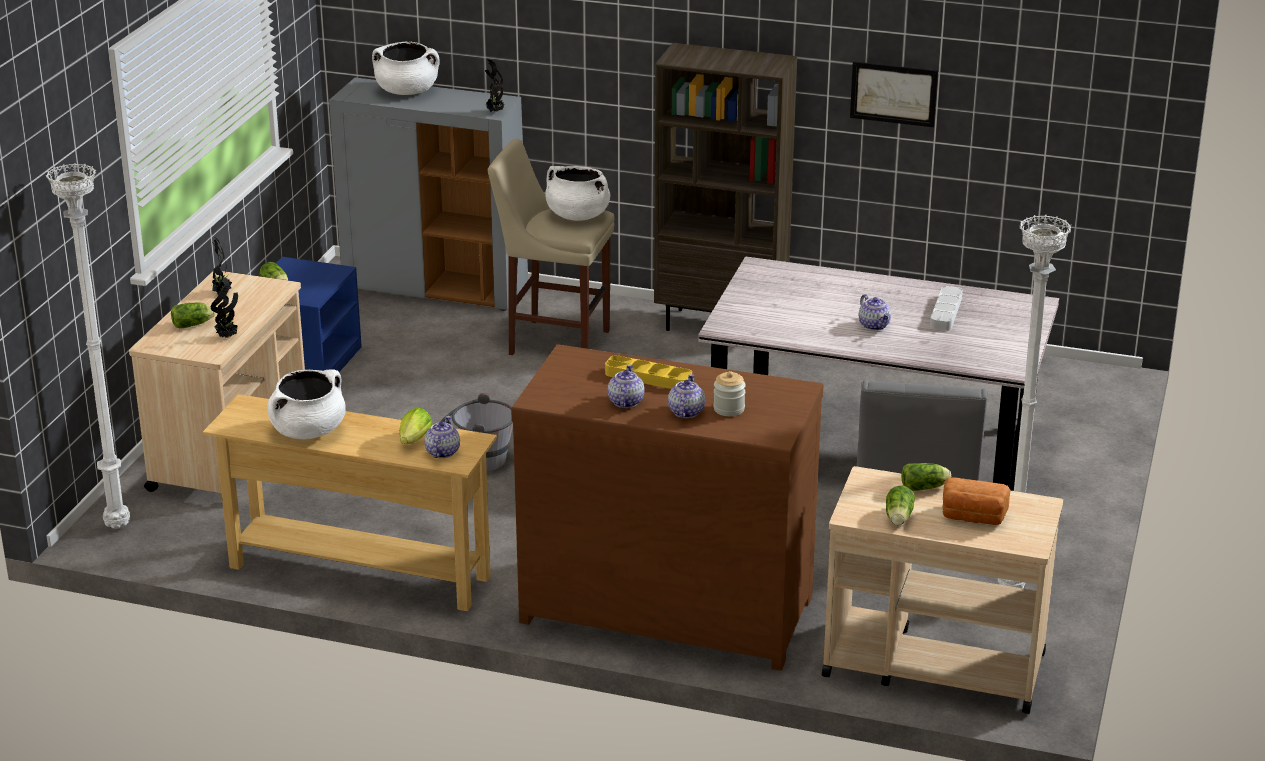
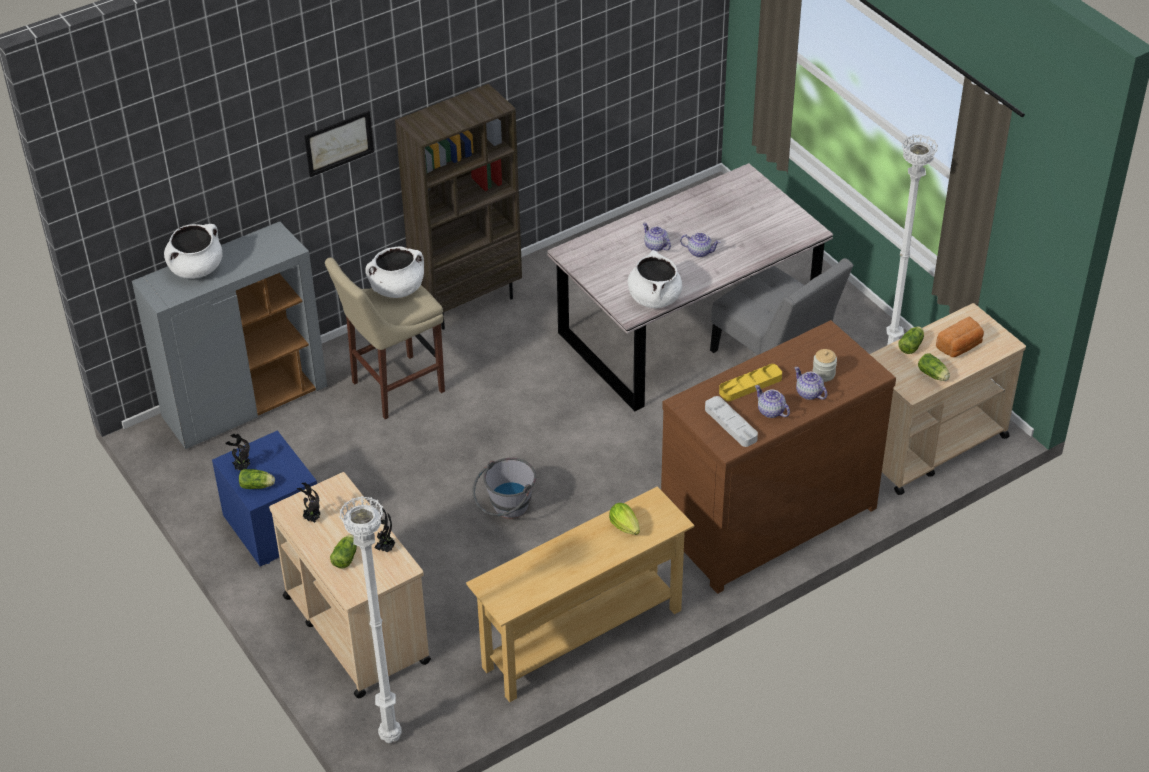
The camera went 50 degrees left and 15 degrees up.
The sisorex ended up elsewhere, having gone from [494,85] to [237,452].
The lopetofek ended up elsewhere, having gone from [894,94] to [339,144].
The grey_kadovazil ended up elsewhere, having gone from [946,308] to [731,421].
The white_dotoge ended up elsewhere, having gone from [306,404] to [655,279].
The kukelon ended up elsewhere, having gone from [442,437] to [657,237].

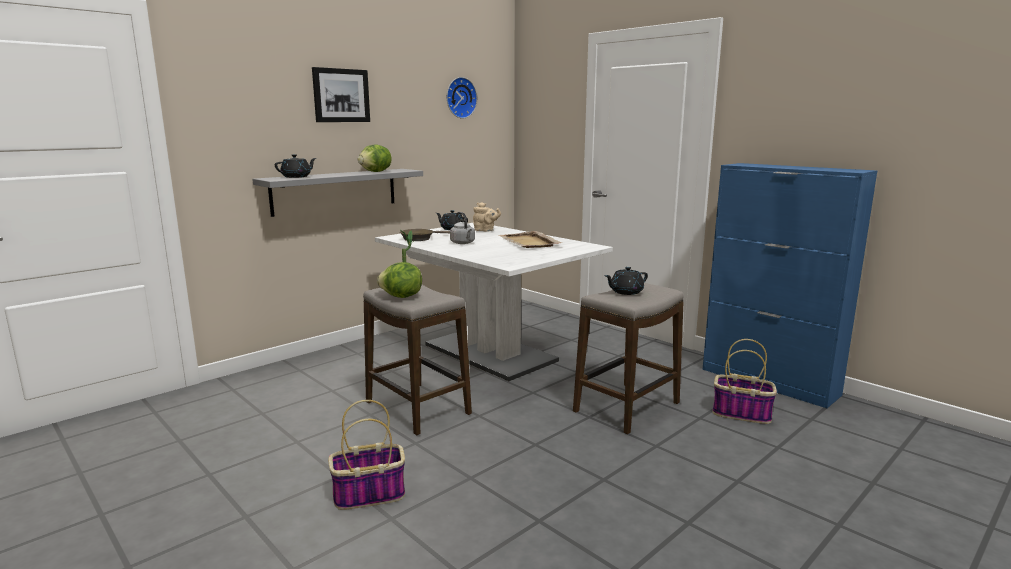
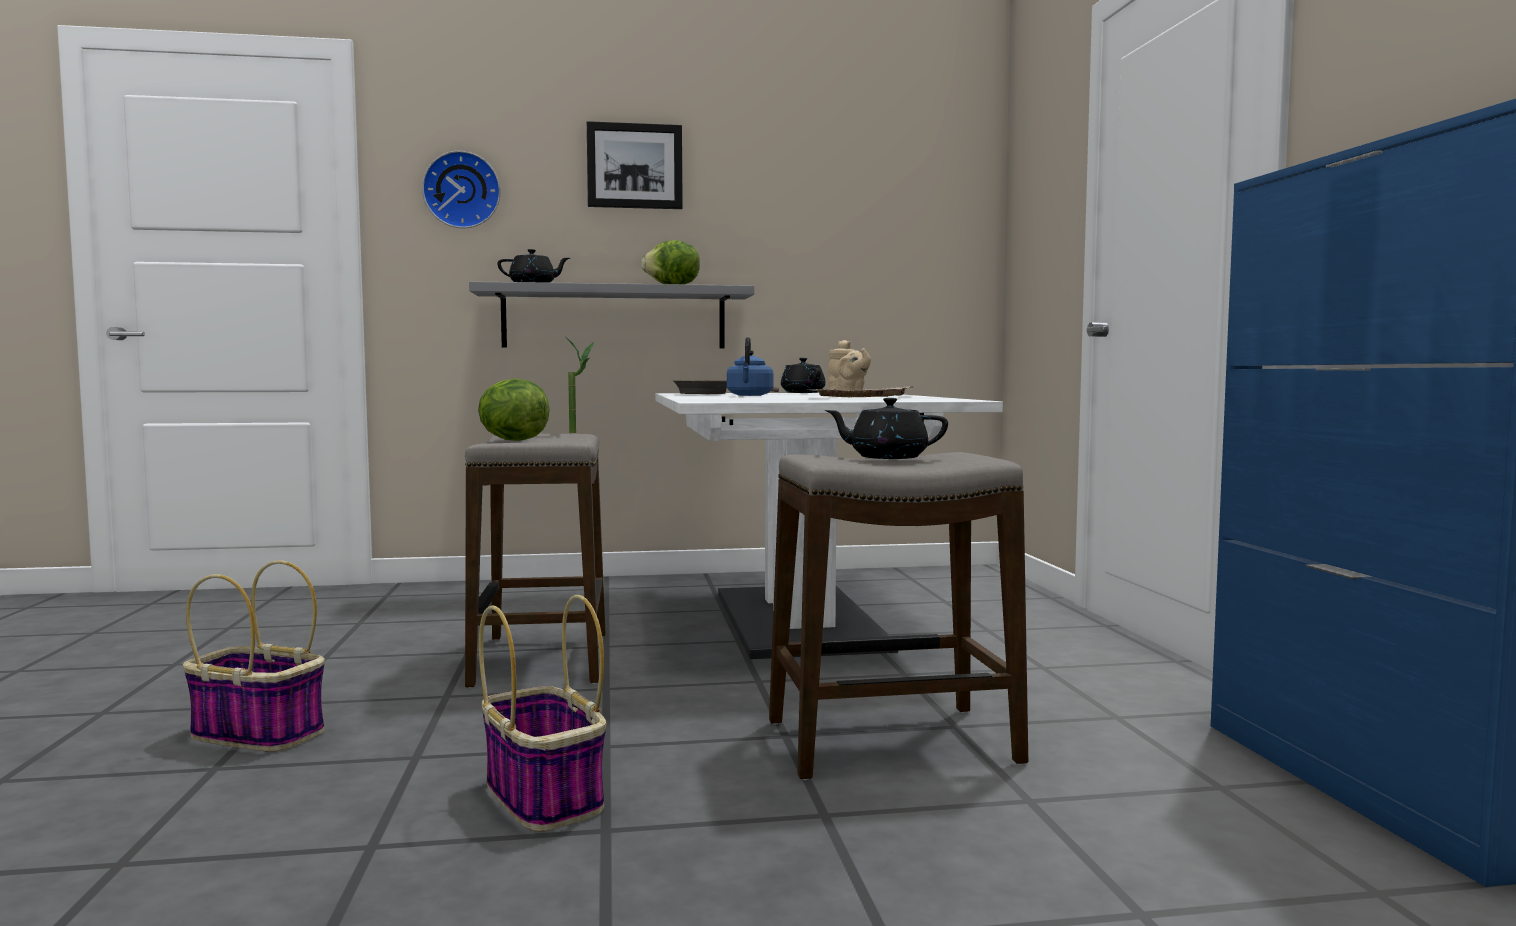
The camera went 35 degrees right and 10 degrees down.
The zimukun ended up elsewhere, having gone from [462,98] to [461,189].
What was the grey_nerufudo at [462,228] turned into the blue_nerufudo at [750,366].
The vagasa ended up elsewhere, having gone from [745,381] to [542,713].

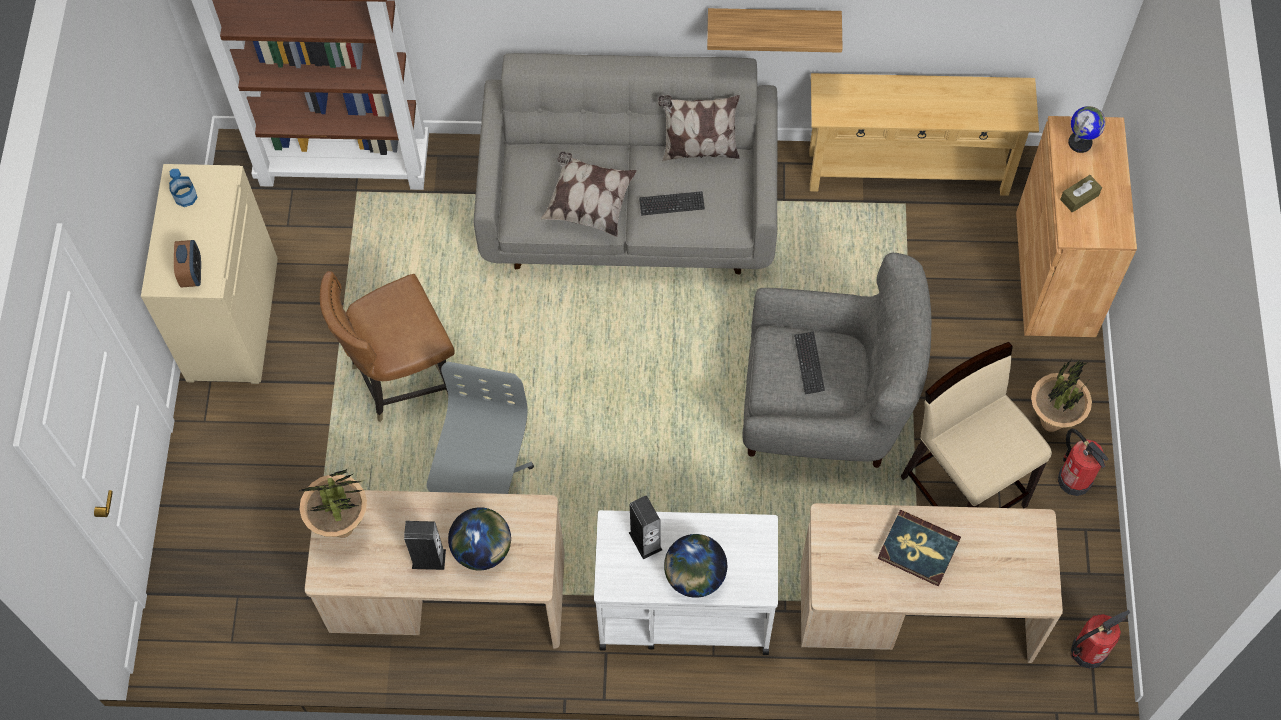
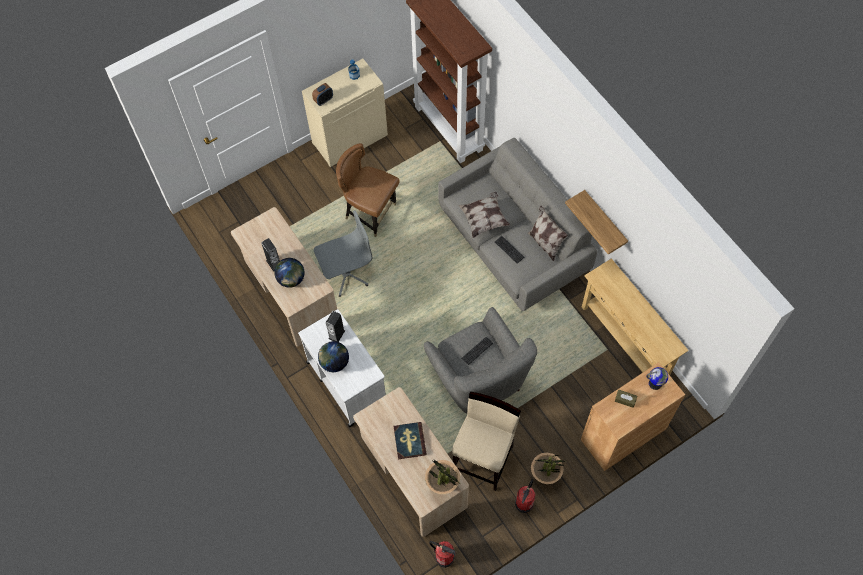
The camera went 55 degrees right and 0 degrees up.
The sisorex ended up elsewhere, having gone from [333,503] to [442,477].

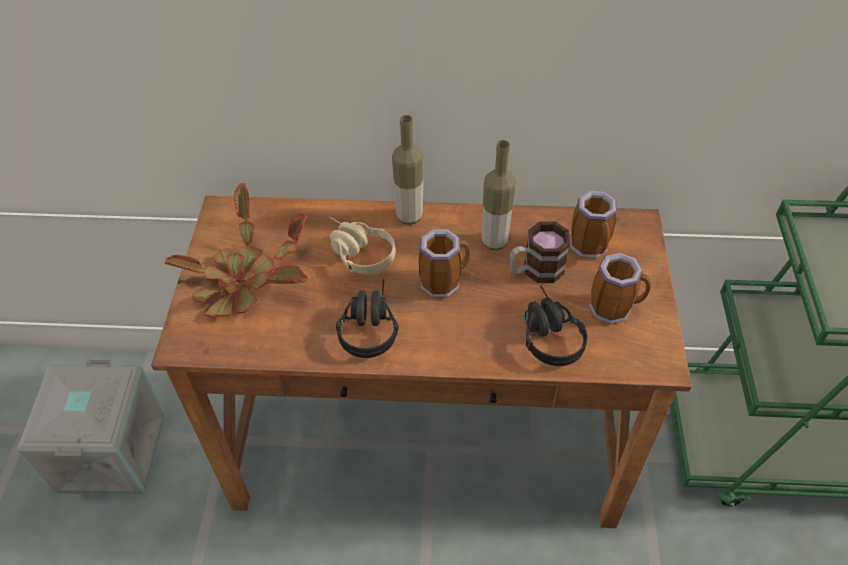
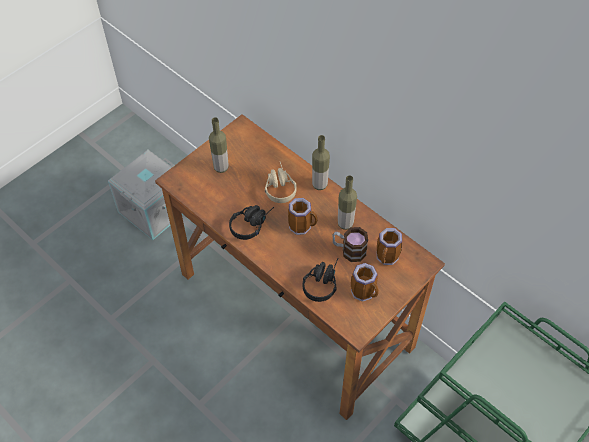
The camera went 40 degrees right and 5 degrees up.
Where the sisorex stood at [236,250], the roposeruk came to stand at [219,145].

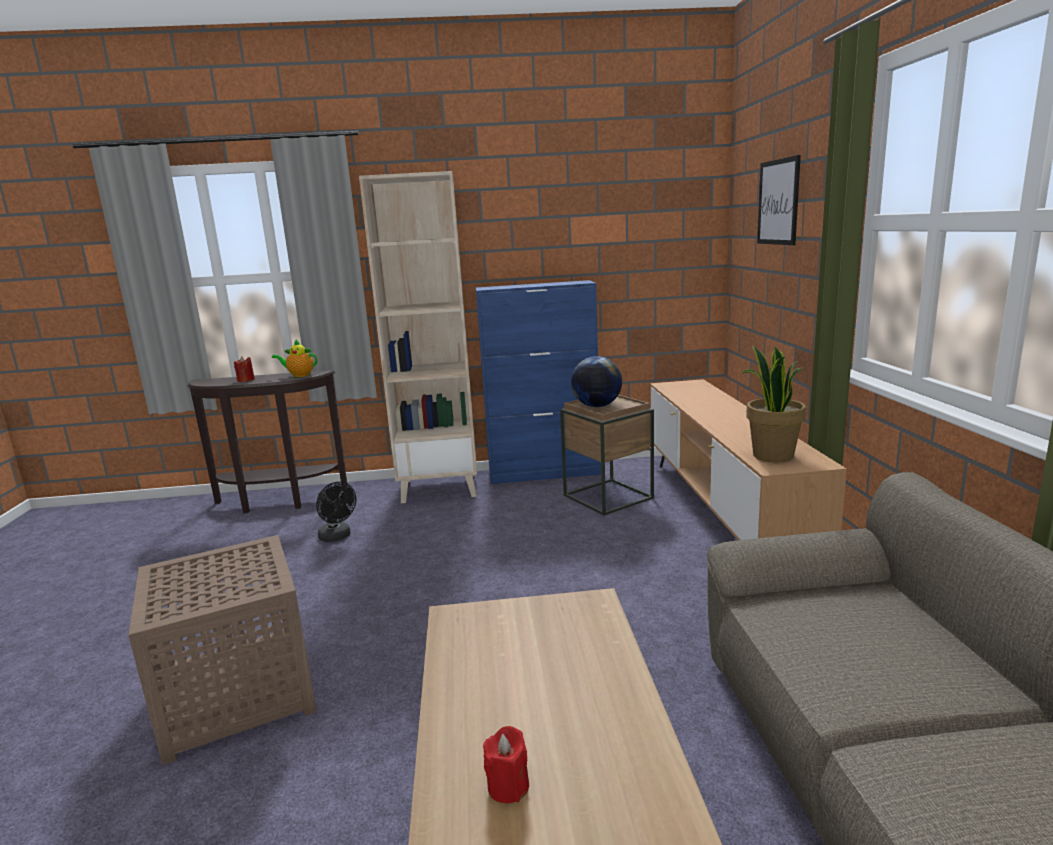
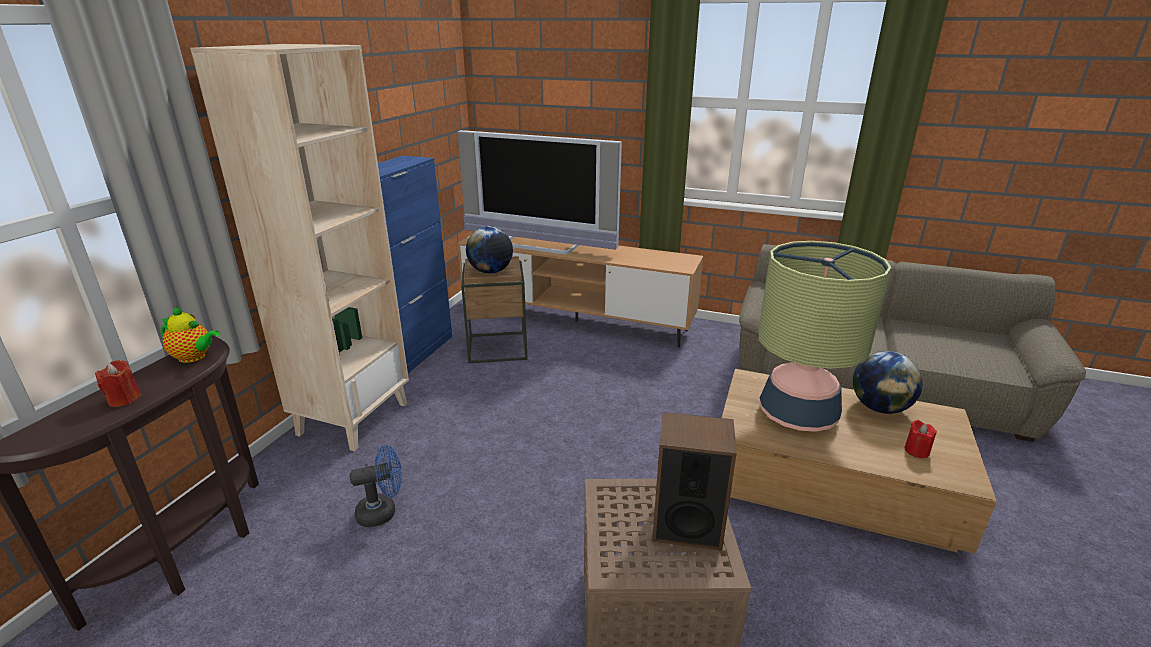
The camera went 65 degrees left and 10 degrees up.
The second view lost the lopetofek at [779,200].
The kukelon at [294,358] ended up facing another way, 105 degrees counterclockwise from before.
The second view lost the sisorex at [774,403].
What was the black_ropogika at [336,512] turned into the blue_ropogika at [376,486].
The second view gained the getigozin at [539,192].
The second view gained the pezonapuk at [824,336].
The second view gained the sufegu at [888,382].
The second view gained the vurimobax at [694,481].

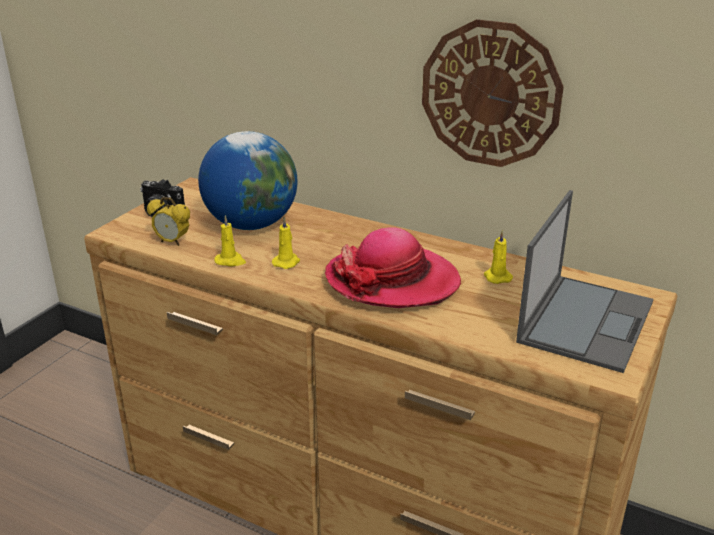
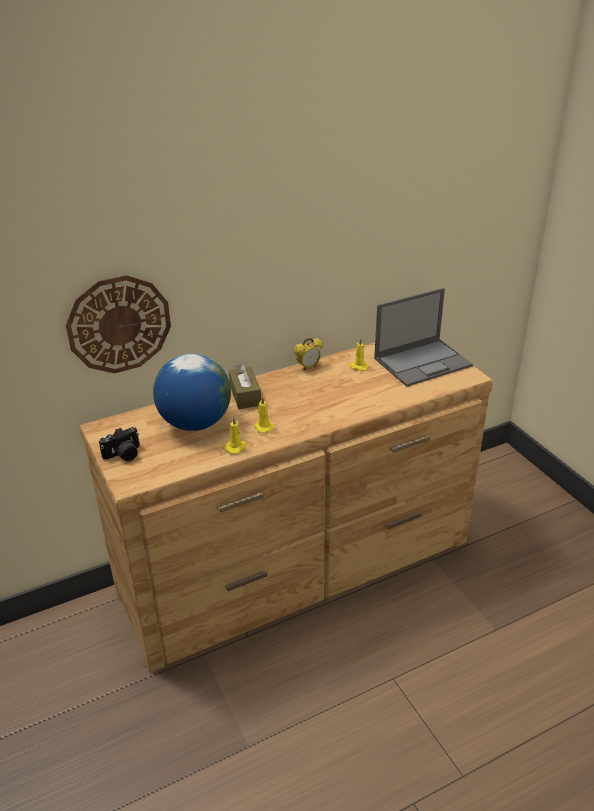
The camera went 55 degrees left and 5 degrees up.
The zimukun ended up elsewhere, having gone from [493,93] to [118,324].
The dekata at [584,281] ended up facing another way, 90 degrees clockwise from before.
The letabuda ended up elsewhere, having gone from [168,221] to [308,354].
The second view lost the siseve at [393,267].
The second view gained the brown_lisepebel at [245,386].

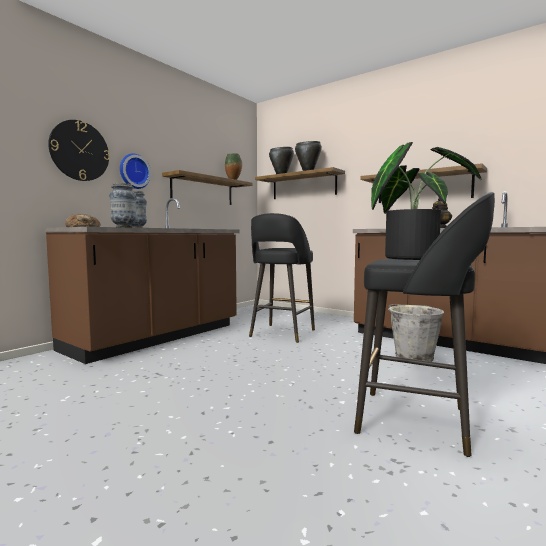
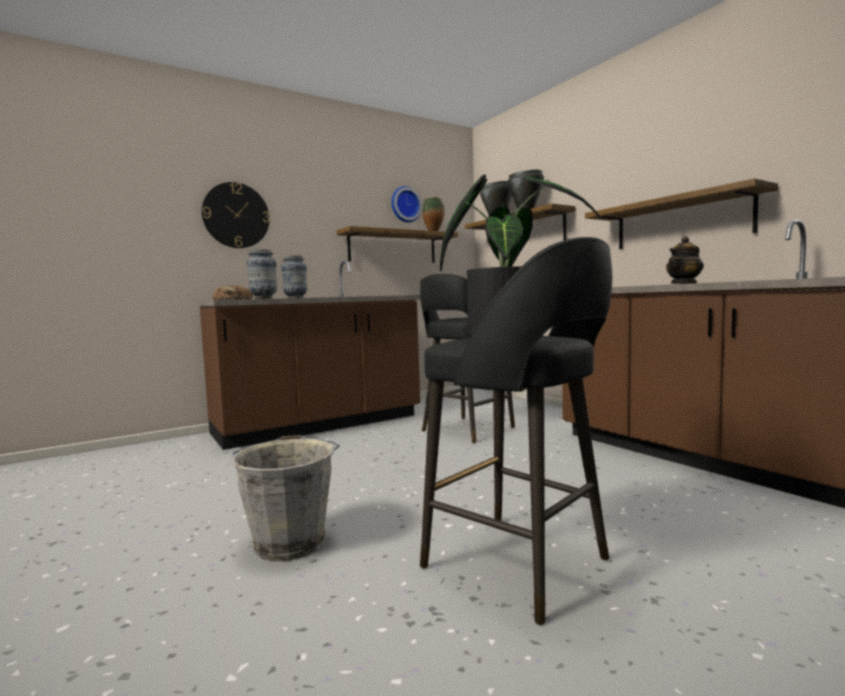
The camera went 20 degrees right and 0 degrees up.
The zimukun ended up elsewhere, having gone from [135,171] to [406,204].
The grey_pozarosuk ended up elsewhere, having gone from [416,333] to [286,498].

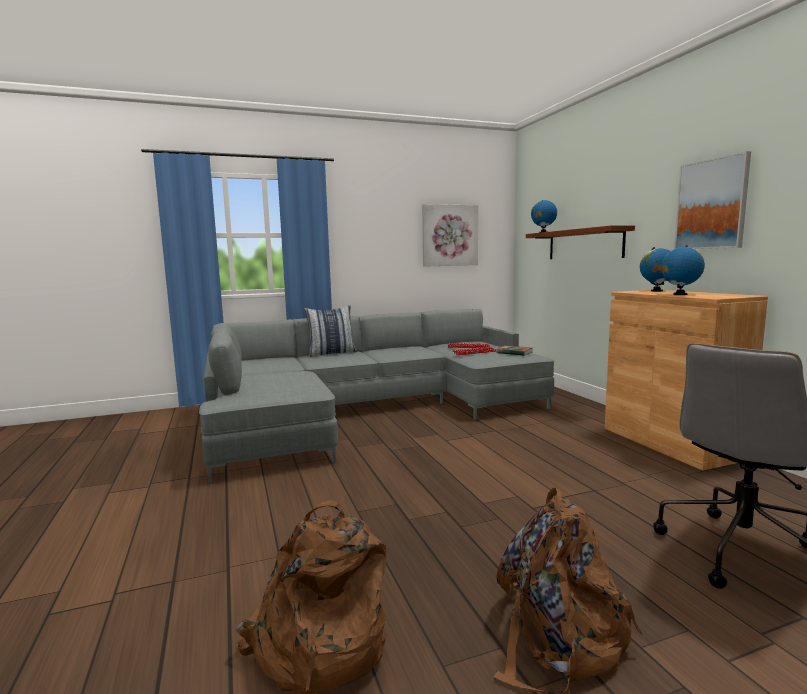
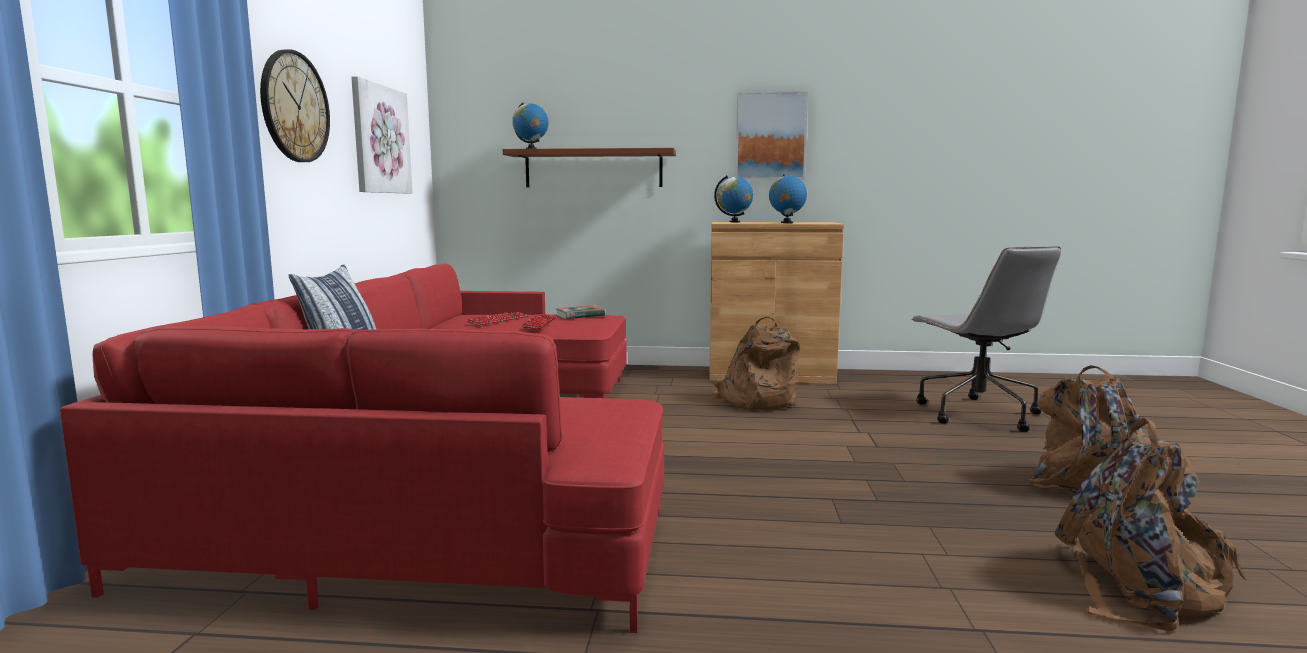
The camera went 65 degrees left and 0 degrees up.
What was the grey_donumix at [376,396] turned into the red_donumix at [362,448].
The second view gained the zimukun at [295,106].
The second view gained the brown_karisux at [756,362].

